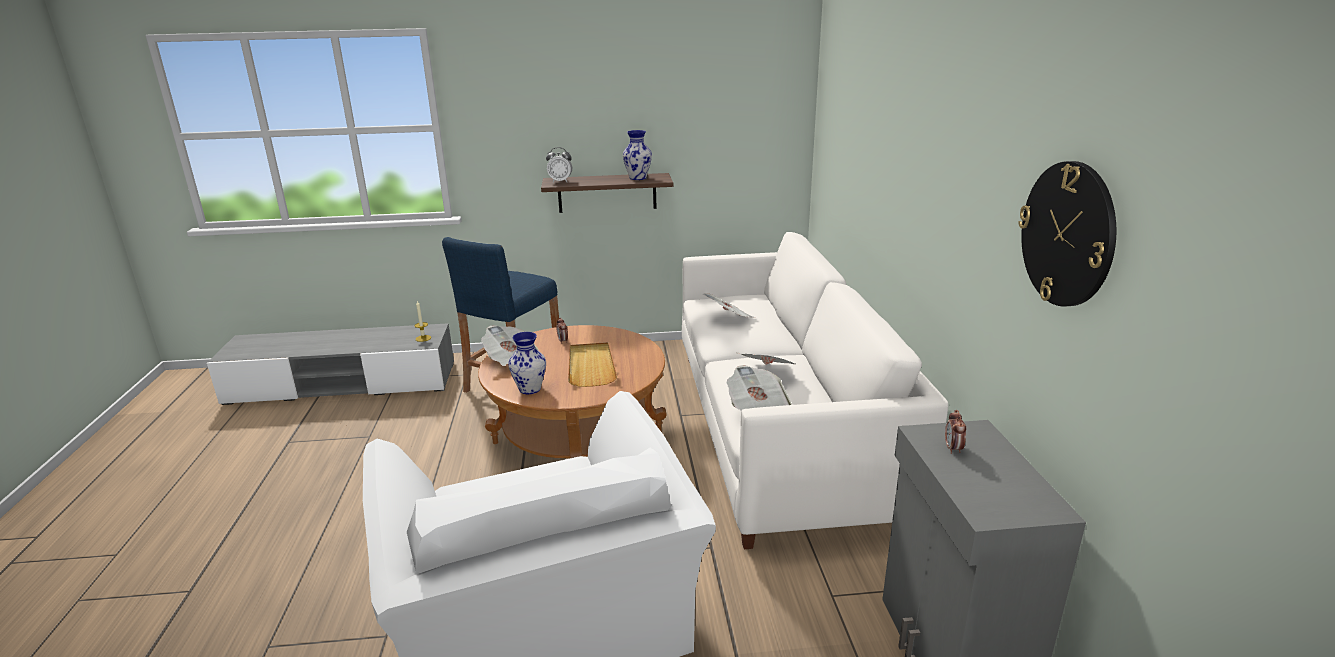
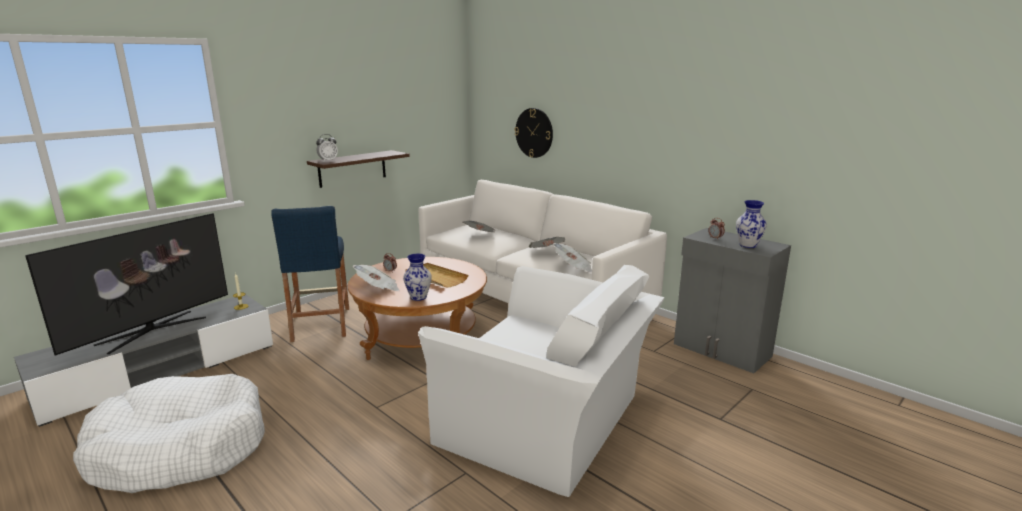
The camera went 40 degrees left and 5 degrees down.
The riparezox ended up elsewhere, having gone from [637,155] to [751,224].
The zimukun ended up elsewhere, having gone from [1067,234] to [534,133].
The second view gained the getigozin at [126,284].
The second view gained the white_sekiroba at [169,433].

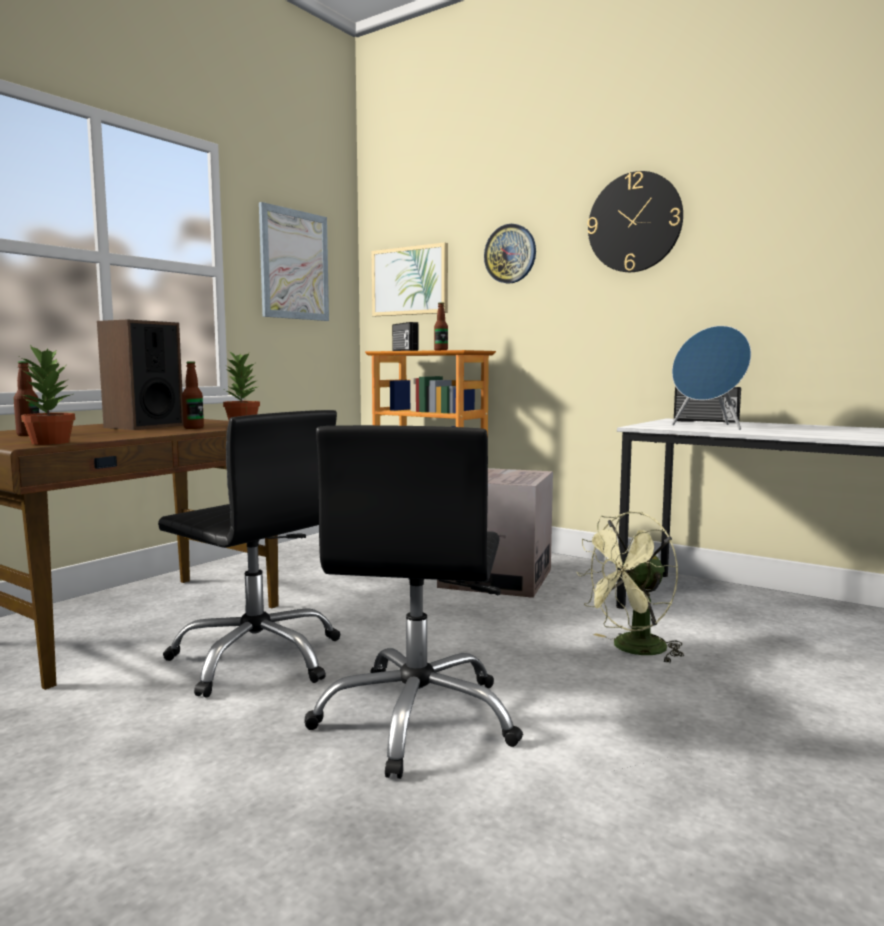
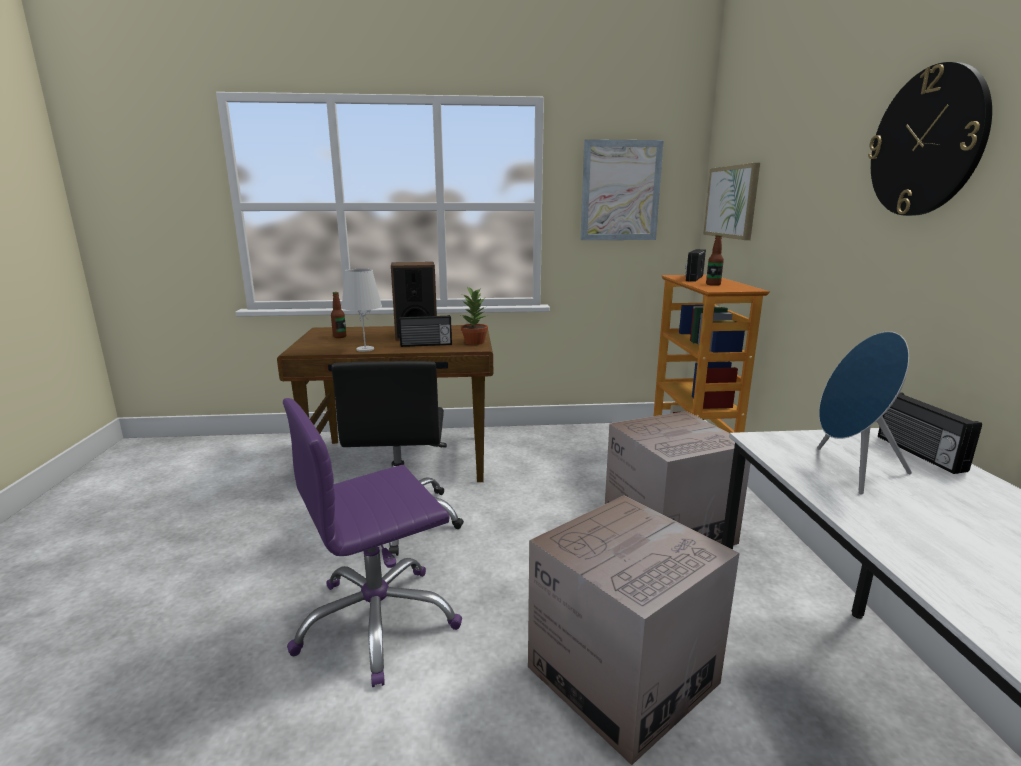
The camera went 50 degrees right and 10 degrees up.
The second view lost the zimukun at [510,254].
The second view lost the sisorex at [47,395].
Where the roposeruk stood at [193,395], the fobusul came to stand at [425,331].
What was the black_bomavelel at [413,602] turned into the purple_bomavelel at [372,542].
Where the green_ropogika stood at [630,587], the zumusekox came to stand at [634,630].
The second view gained the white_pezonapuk at [361,310].

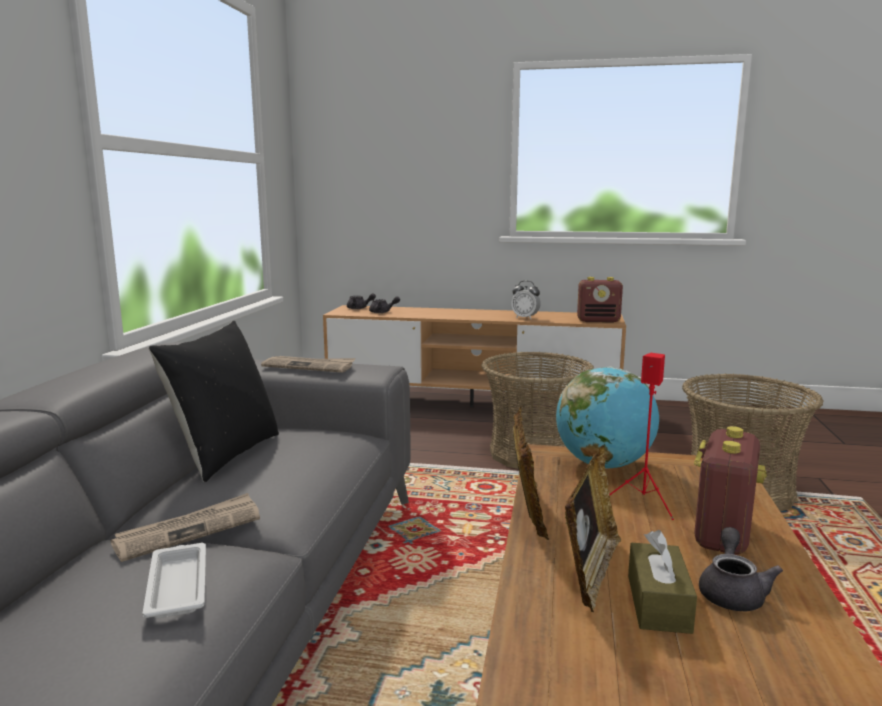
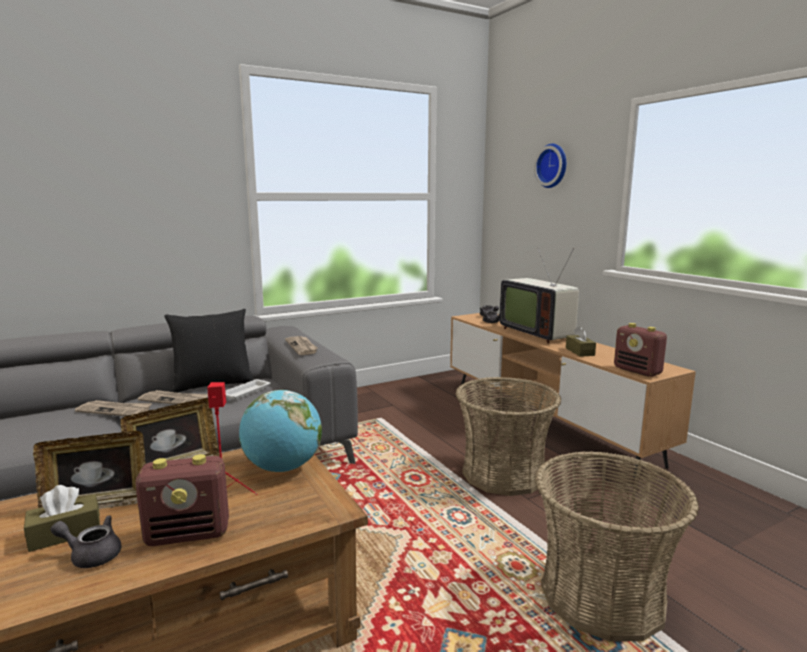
The camera went 50 degrees right and 0 degrees up.
Where the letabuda stood at [526,300], the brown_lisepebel came to stand at [581,341].
The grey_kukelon at [741,569] ended up facing another way, 150 degrees counterclockwise from before.
The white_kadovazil ended up elsewhere, having gone from [174,580] to [248,389].
The second view gained the zimukun at [550,166].
The second view gained the getigozin at [539,296].
The second view gained the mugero at [173,397].

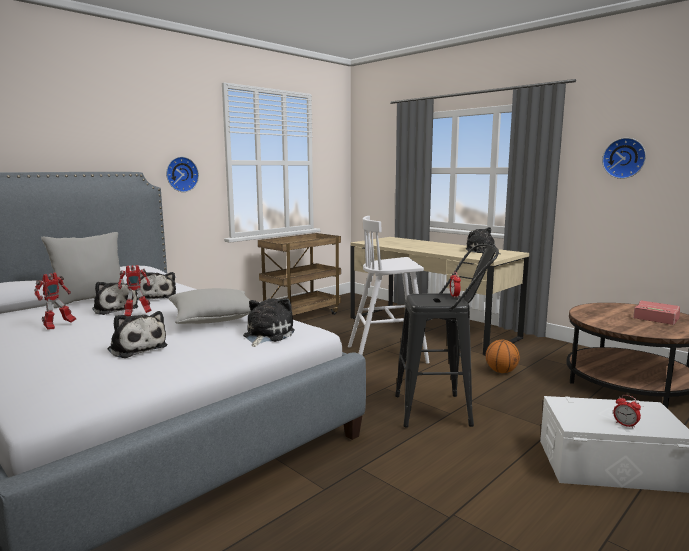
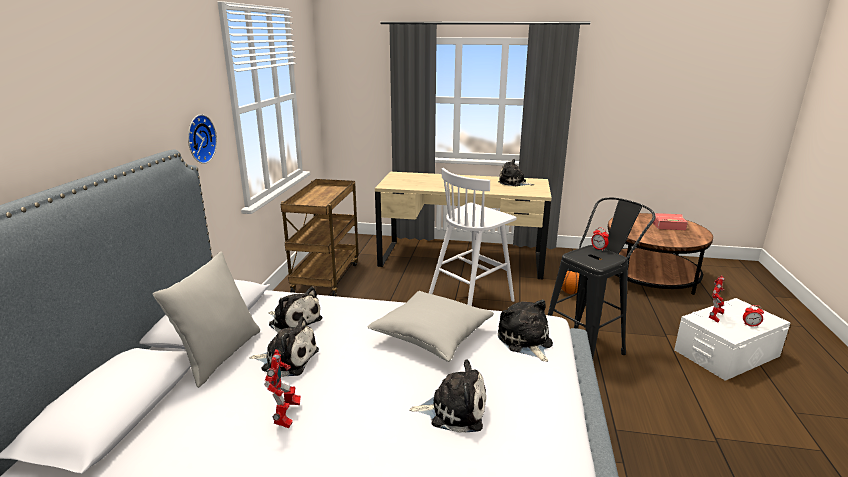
The camera went 35 degrees left and 10 degrees up.
The second view lost the zimukun at [624,158].
The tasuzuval ended up elsewhere, having gone from [135,291] to [717,299].

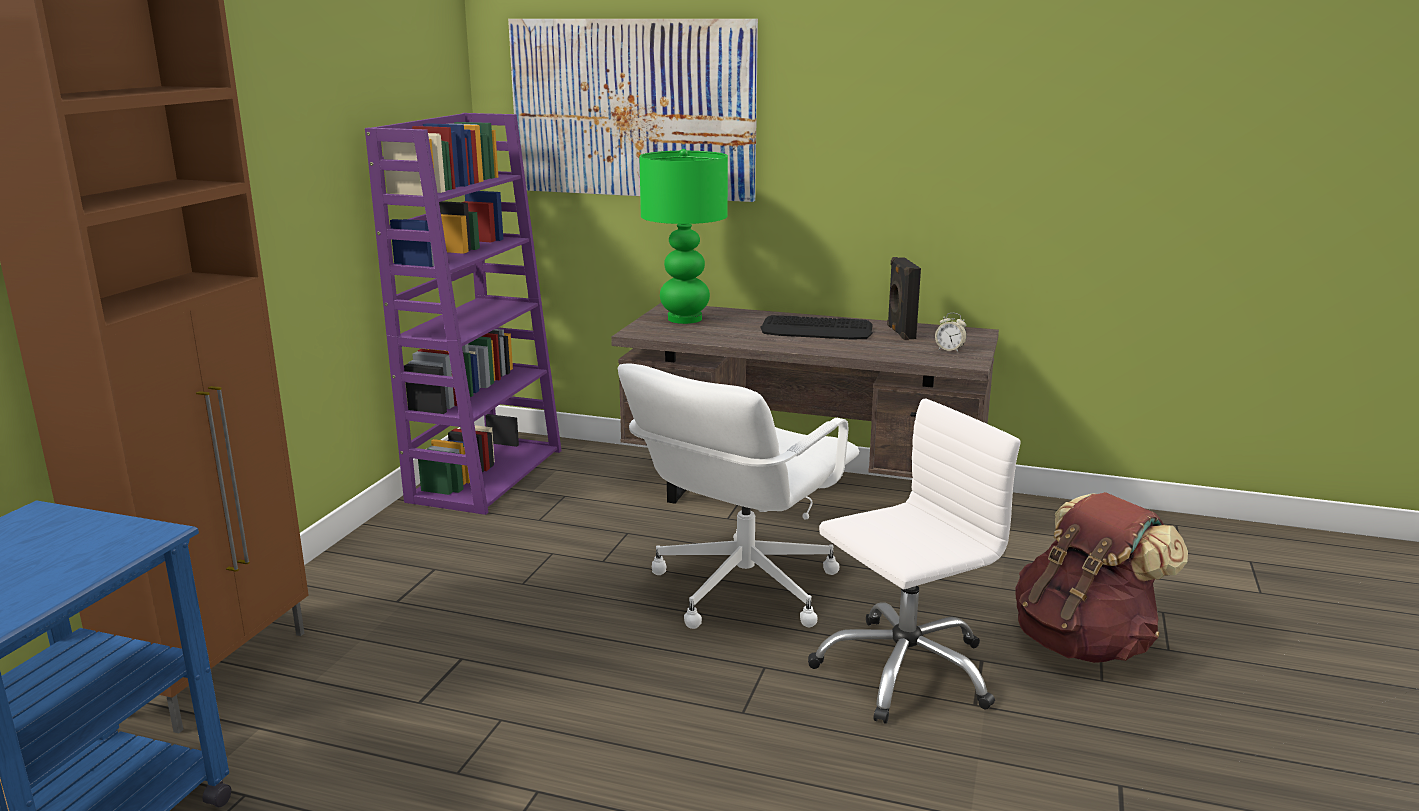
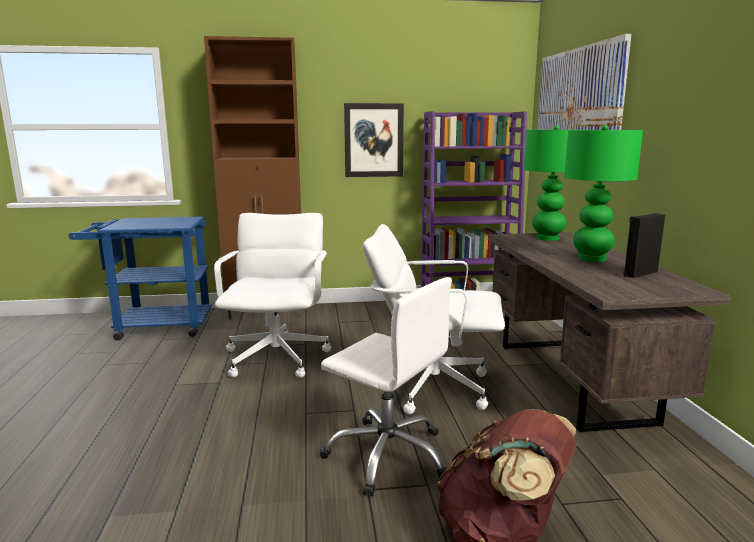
The camera went 65 degrees right and 5 degrees down.
The second view lost the letabuda at [951,332].
Where the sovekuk stood at [816,327], the green_pezonapuk came to stand at [603,193].
The second view gained the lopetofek at [374,140].
The second view gained the white_bomavelel at [272,295].

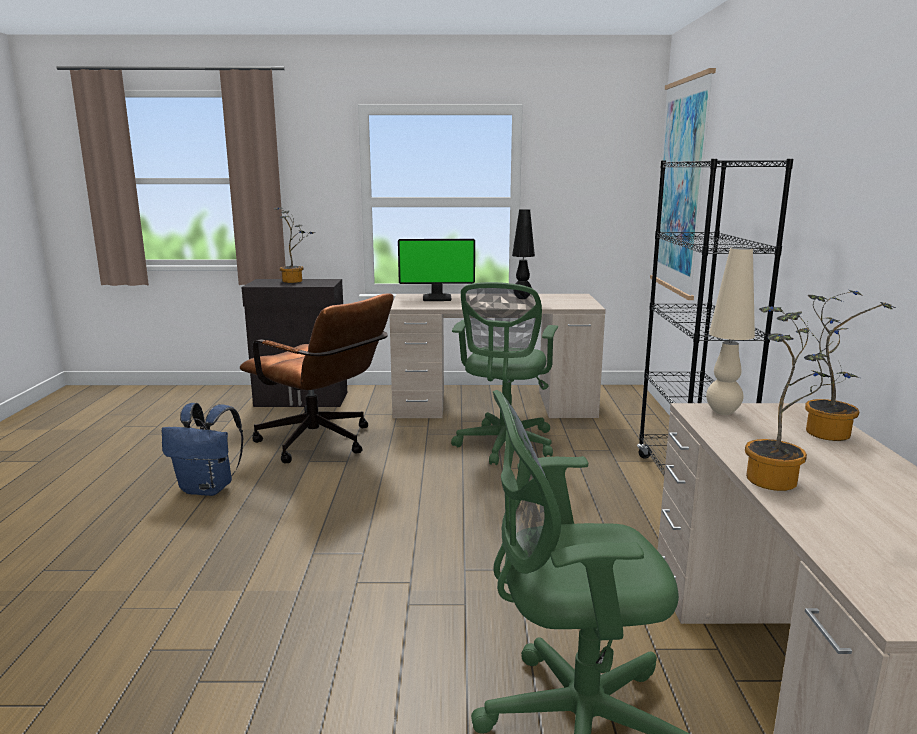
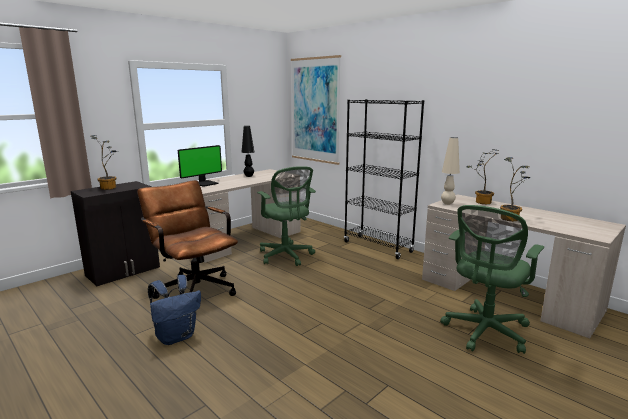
The camera went 45 degrees left and 0 degrees up.
The brown_bomavelel at [317,378] ended up facing another way, 120 degrees counterclockwise from before.

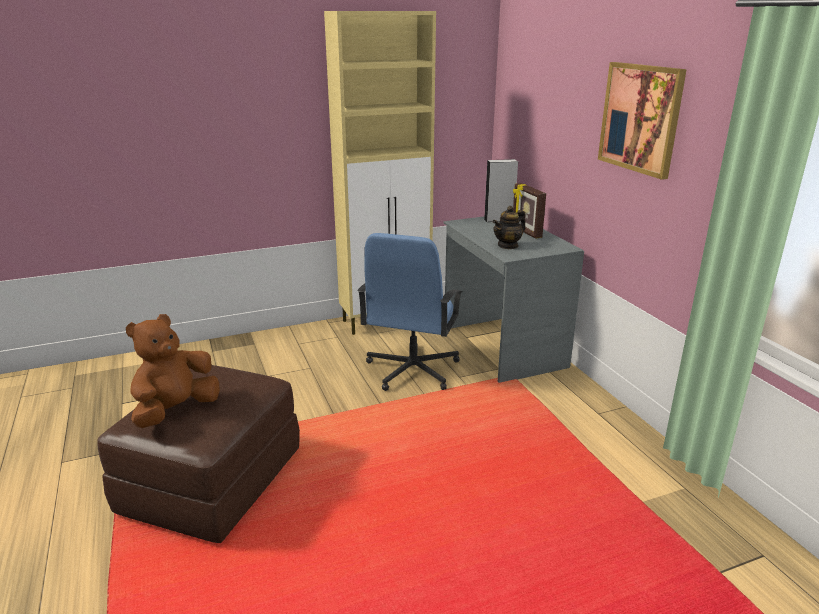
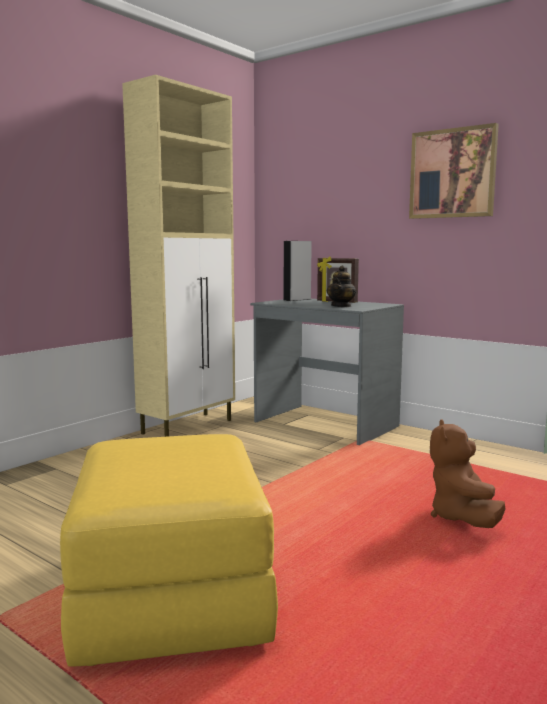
The camera went 30 degrees left and 15 degrees down.
The second view lost the blue_bomavelel at [409,312].
The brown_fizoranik ended up elsewhere, having gone from [173,371] to [467,473].
What was the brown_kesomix at [198,454] turned into the yellow_kesomix at [169,550].

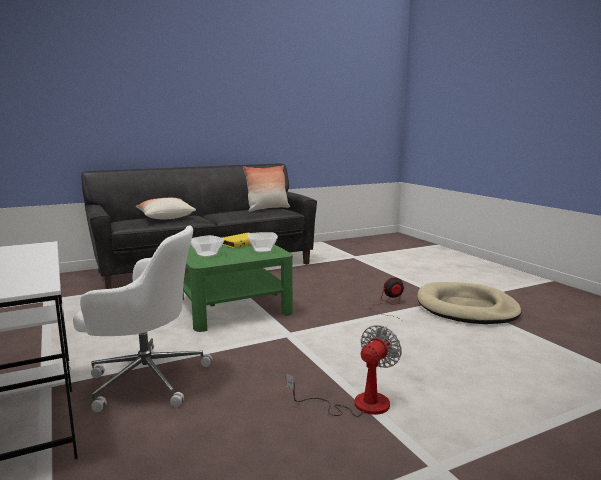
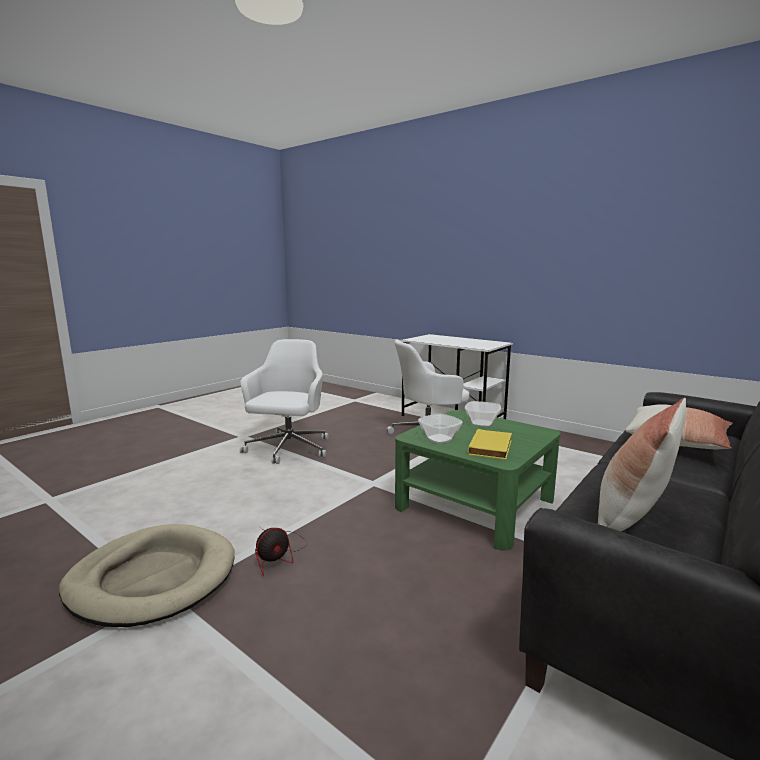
The camera went 155 degrees right and 0 degrees up.
Where the ropogika stood at [344,371], the white_bomavelel came to stand at [284,401].

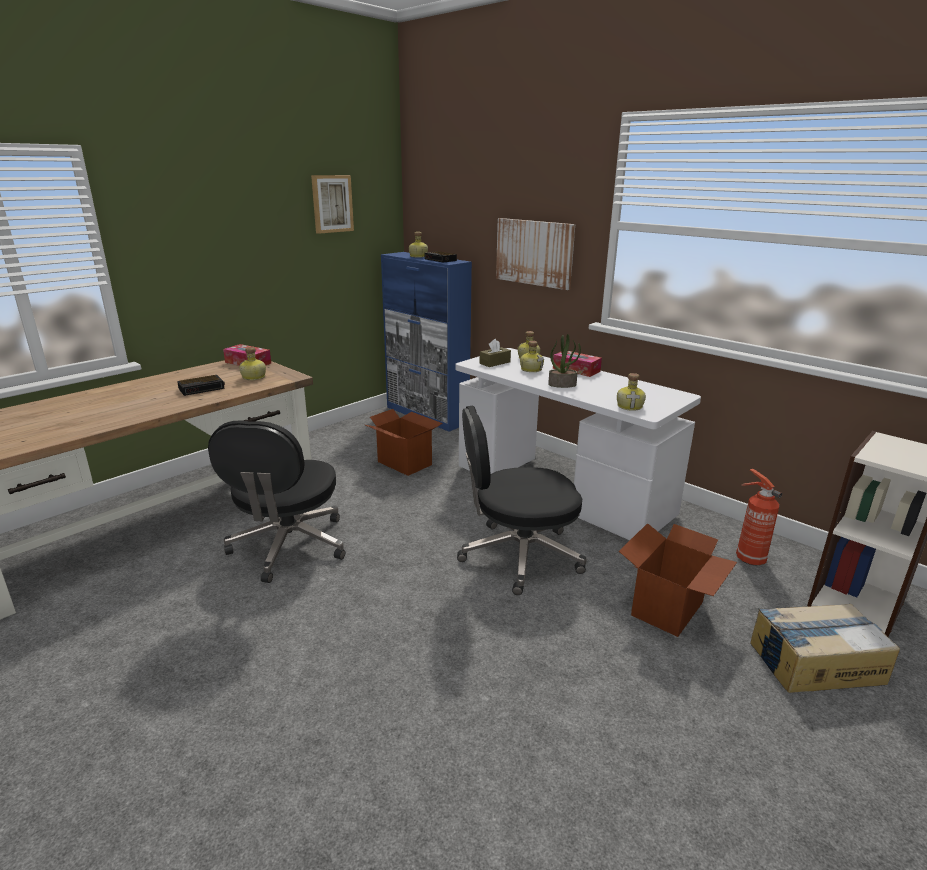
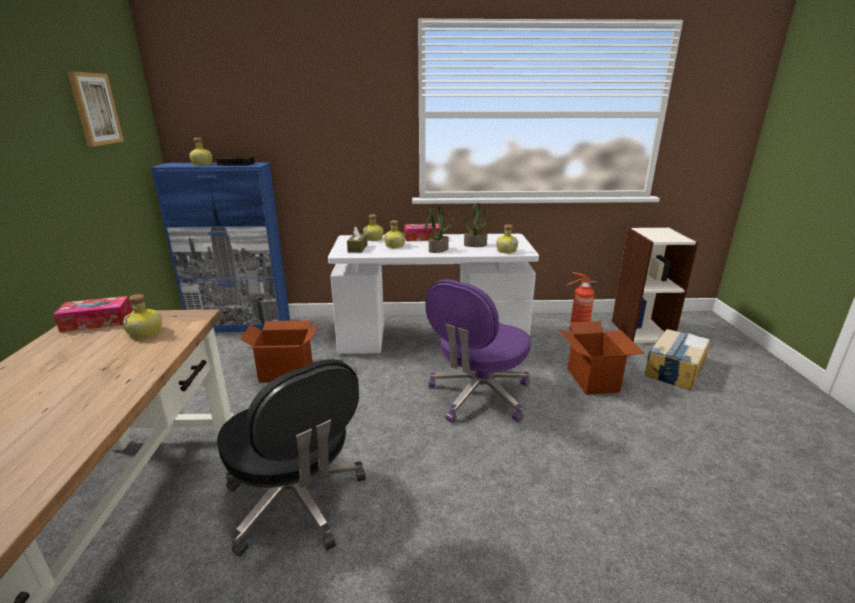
The camera went 45 degrees left and 0 degrees up.
The second view lost the lopetofek at [535,254].
The second view lost the letabuda at [201,385].
What was the black_bomavelel at [522,500] turned into the purple_bomavelel at [478,351].
The second view gained the sisorex at [476,225].

